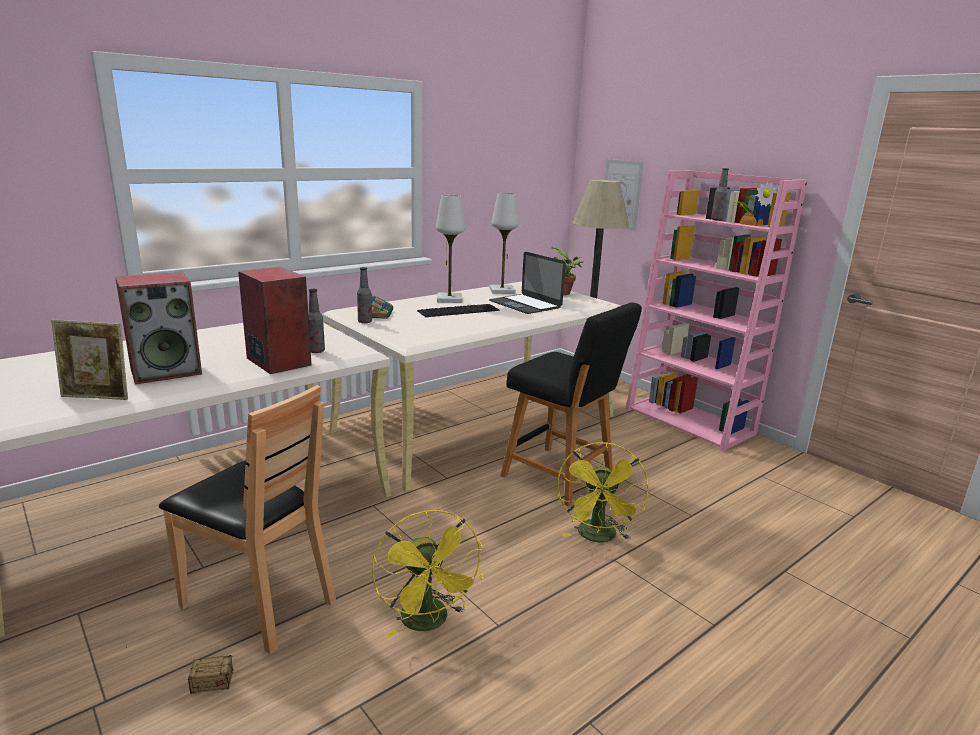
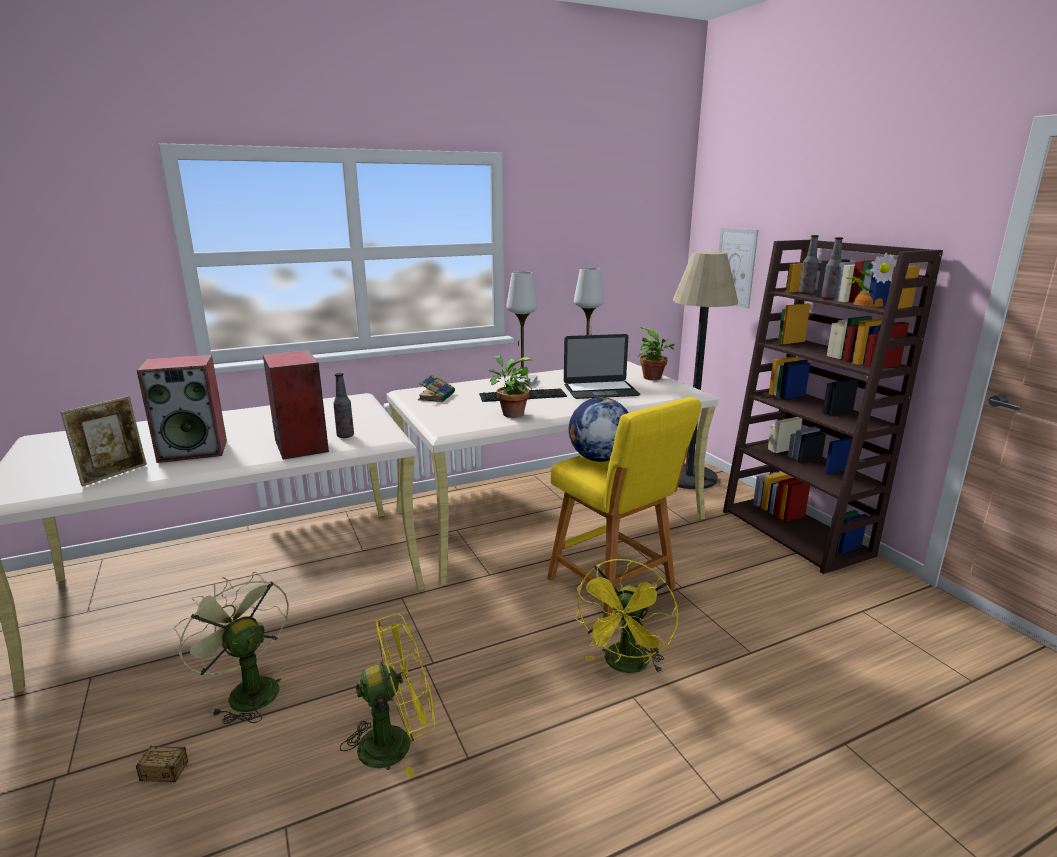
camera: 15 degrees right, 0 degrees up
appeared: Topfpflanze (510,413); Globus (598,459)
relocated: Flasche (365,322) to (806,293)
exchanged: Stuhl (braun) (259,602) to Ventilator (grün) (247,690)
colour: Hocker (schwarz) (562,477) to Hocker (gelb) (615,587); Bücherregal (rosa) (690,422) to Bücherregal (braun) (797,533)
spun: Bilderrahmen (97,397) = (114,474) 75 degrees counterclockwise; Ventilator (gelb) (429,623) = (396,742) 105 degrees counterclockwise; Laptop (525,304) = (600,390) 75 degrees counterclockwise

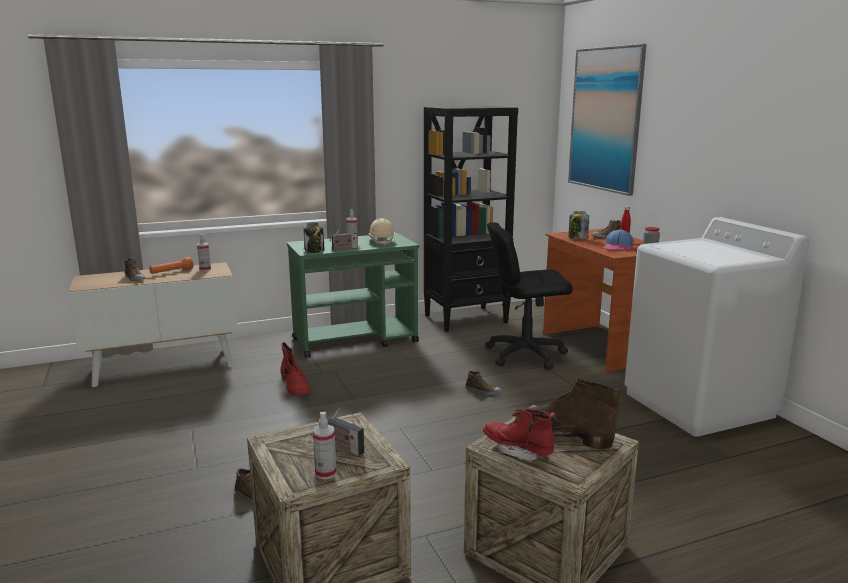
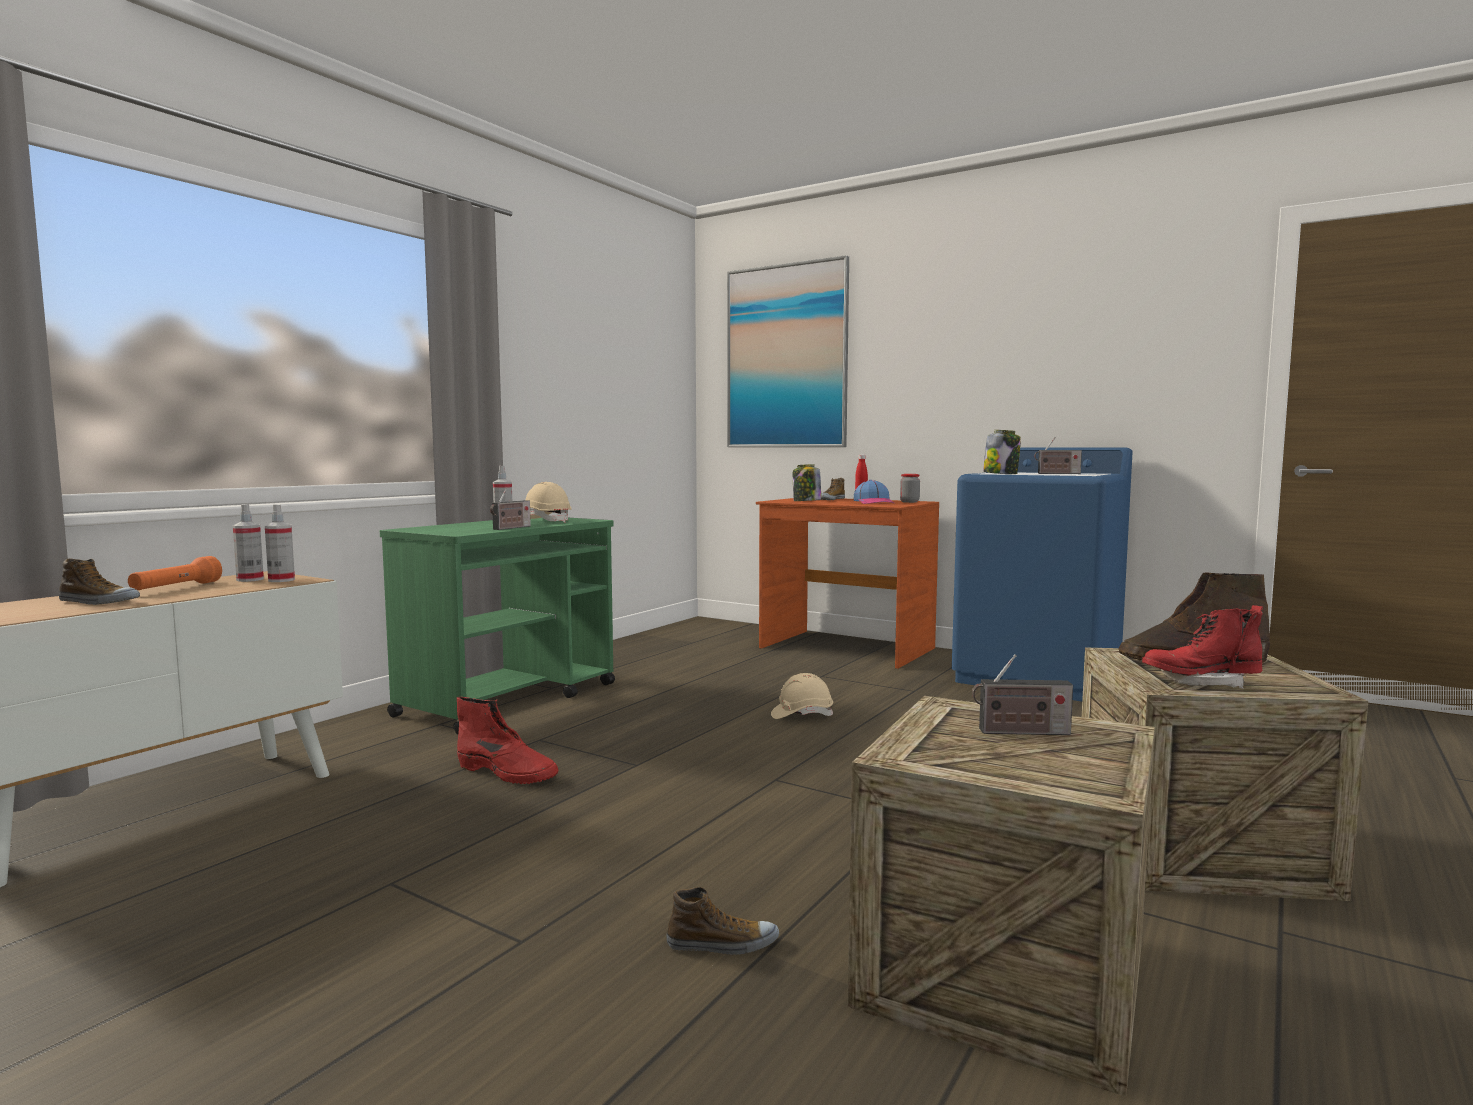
camera: 35 degrees left, 10 degrees down
missing: Bücherregal (schwarz) (466,319); Bürostuhl (schwarz) (525,354)
appeared: Radio (1057,473)
relocated: Vorratsglas (314,251) to (1001,474); Sprühflasche (325,473) to (281,580)
exchanged: Schuh (483,391) to Schutzhelm (beige) (801,715)
colour: Waschmaschine (weiß) (699,405) to Waschmaschine (blau) (1038,677)

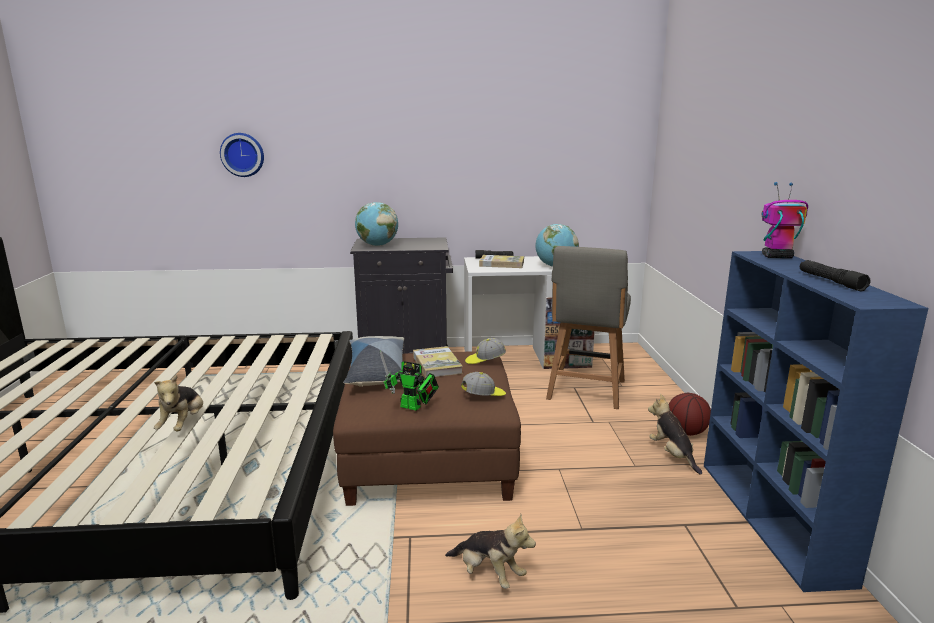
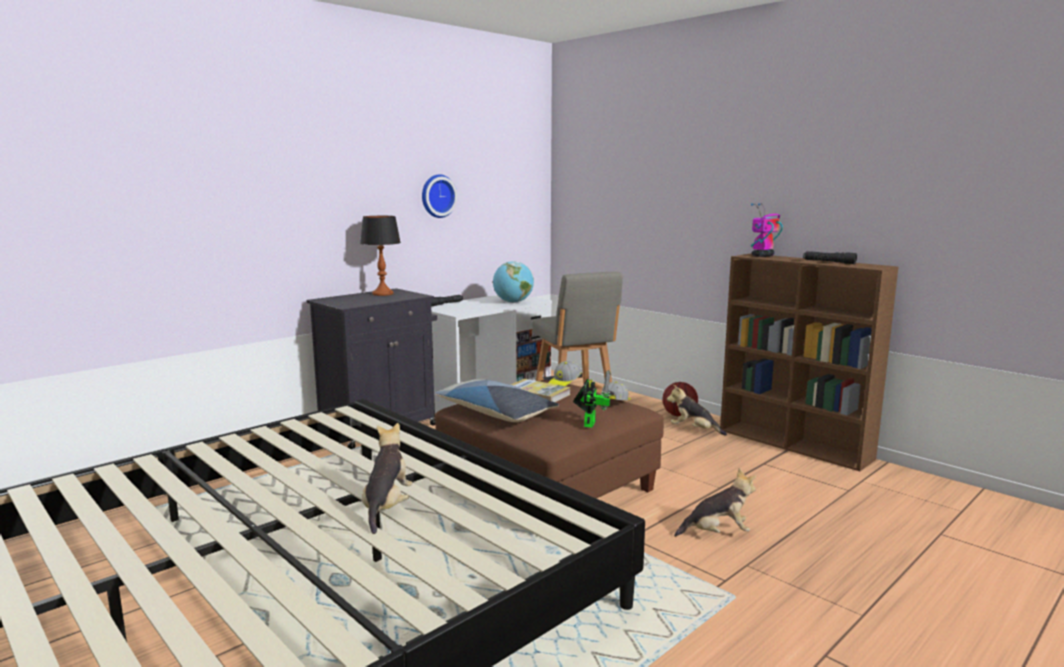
camera: 40 degrees left, 5 degrees down
missing: Globus (377,245); Buch (502,264)
appeared: Tischlampe (383,294)
relocated: Wanduhr (243,154) to (437,196)
colour: Bücherregal (blau) (772,520) to Bücherregal (braun) (795,444)
spun: Plüschtier (183,424) = (387,507) 135 degrees counterclockwise; Spielzeugroboter (413,407) = (590,423) 60 degrees counterclockwise

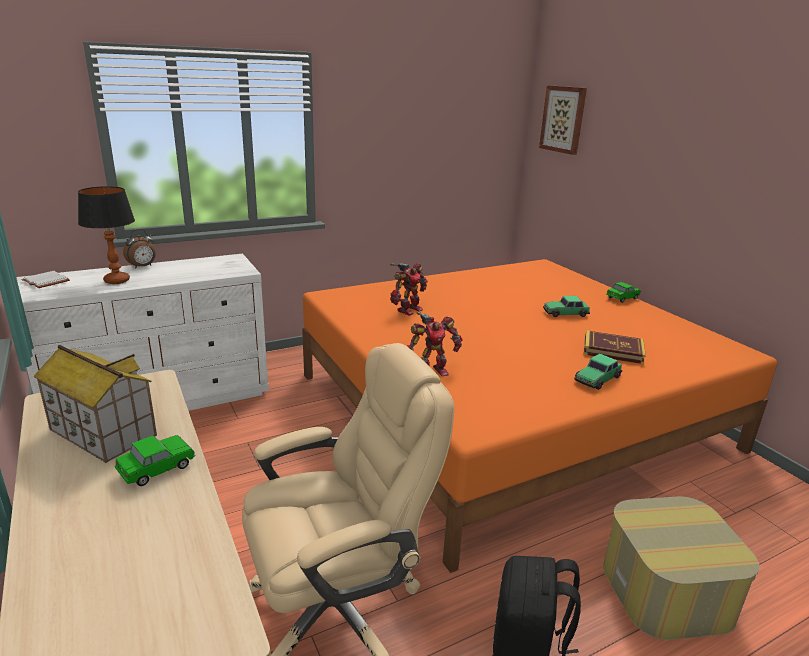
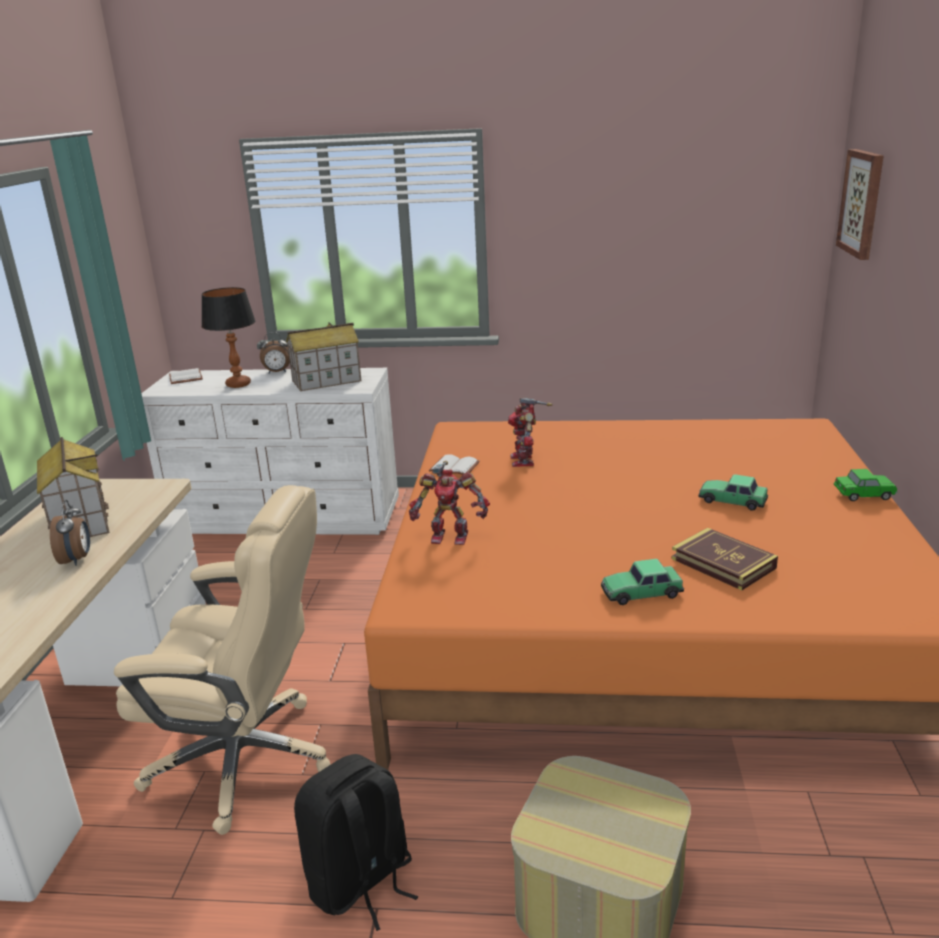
camera: 35 degrees right, 0 degrees up
appeared: Spielzeughaus (326,381); Buch (weiß) (455,467)
exchanged: Spielzeugauto (157,469) to Wecker (77,559)
spun: Spielzeugroboter (408,309) = (524,460) 105 degrees clockwise

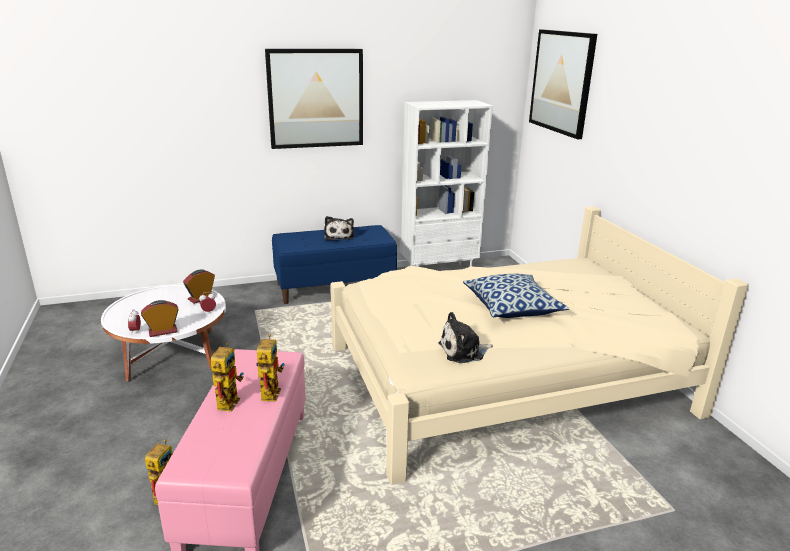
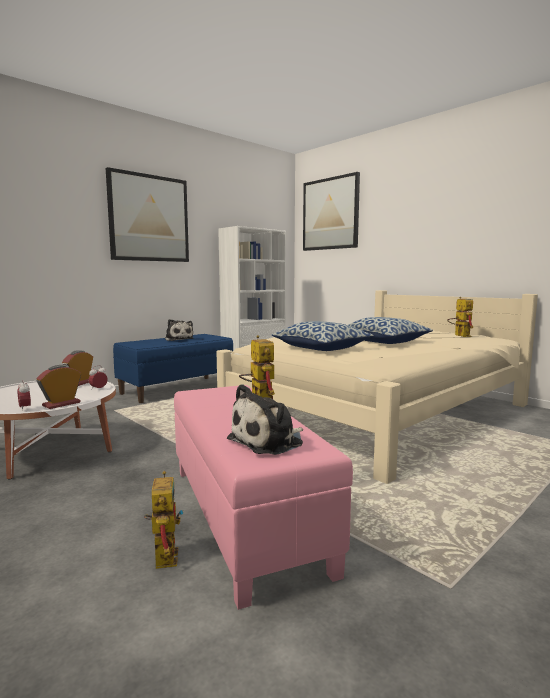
camera: 25 degrees left, 15 degrees down
appeared: Kissen (322,348)
relocated: Spielzeugroboter (228,400) to (459,335); Plüschtier (463,351) to (269,441)

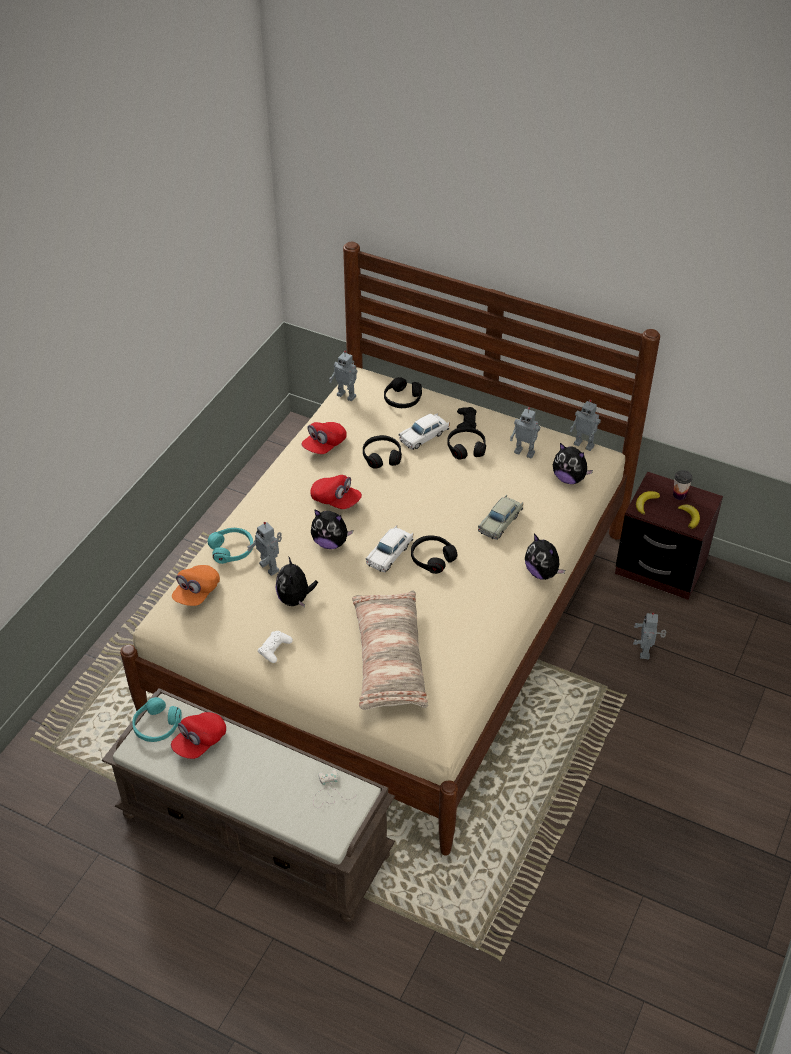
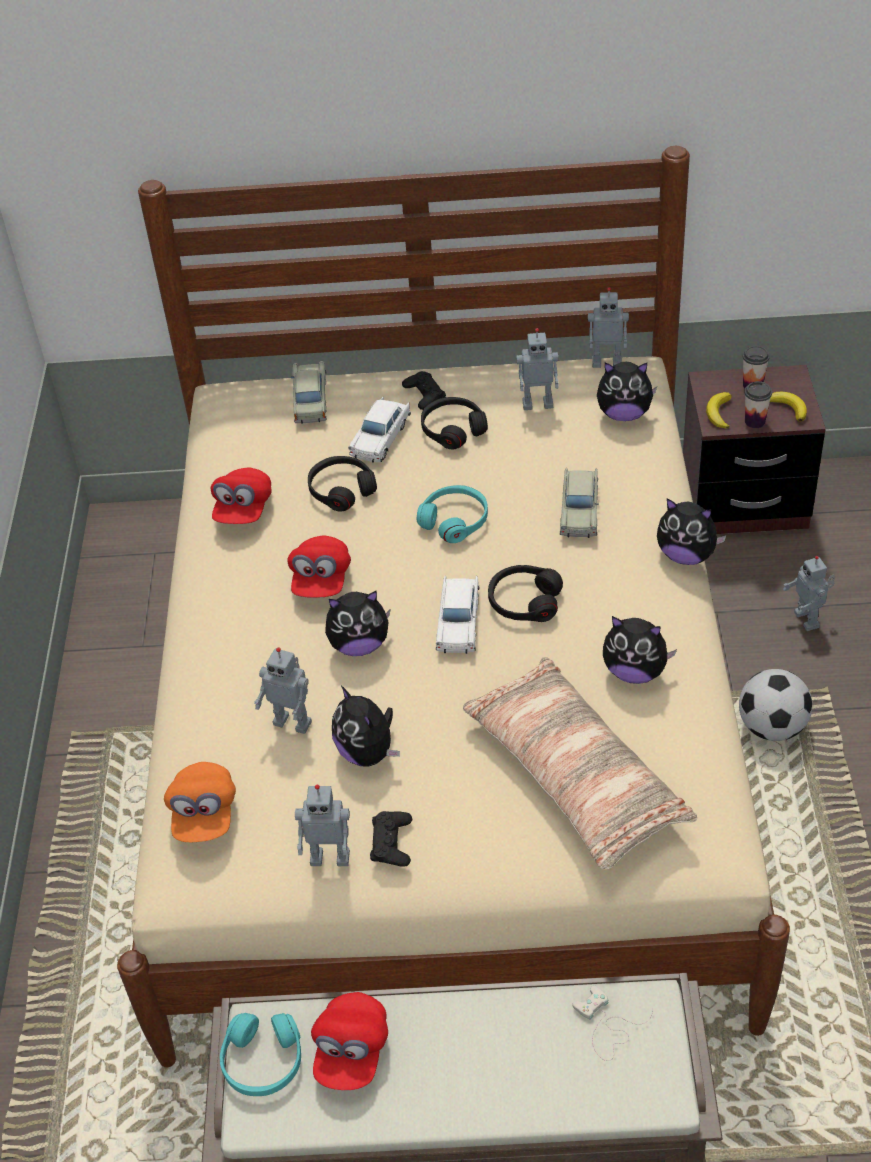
camera: 25 degrees left, 0 degrees up
appeared: Plüschtier (635,671); Fußball (772,727); Tasse (755,421)
relocated: Kopfhörer (türkis) (232,550) to (454,520); Spielzeugroboter (347,395) to (330,856)
exchanged: Kopfhörer (schwarz) (402,399) to Spielzeugauto (beige) (310,400)
colour: Gamepad (weiß) (275,648) to Gamepad (schwarz) (391,842)
spun: Kappe (rot) (336,500) = (321,580) 90 degrees clockwise

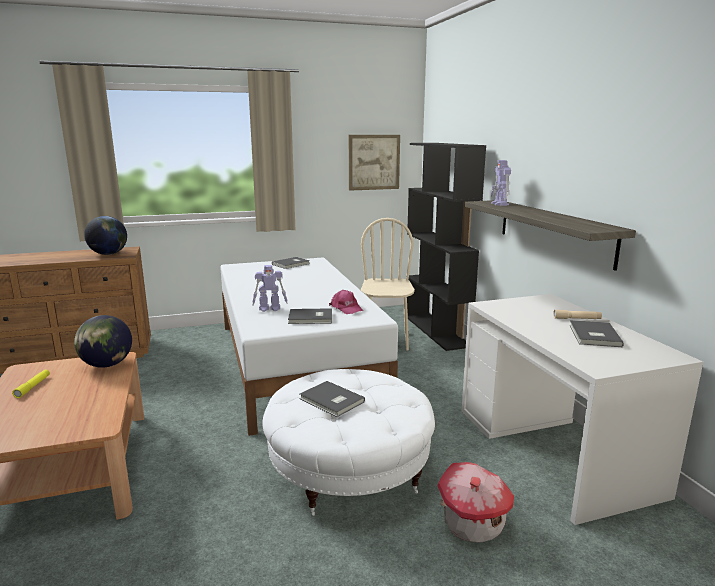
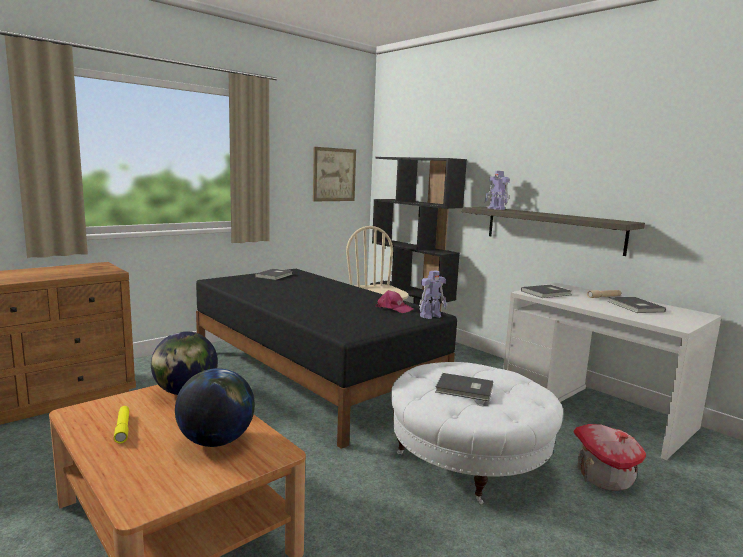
camera: 25 degrees left, 5 degrees down
relocated: Globus (108,254) to (216,441); Spielzeugroboter (270,309) to (431,316); Buch (grau) (311,318) to (547,293)
colour: Bett (weiß) (297,362) to Bett (schwarz) (312,374)

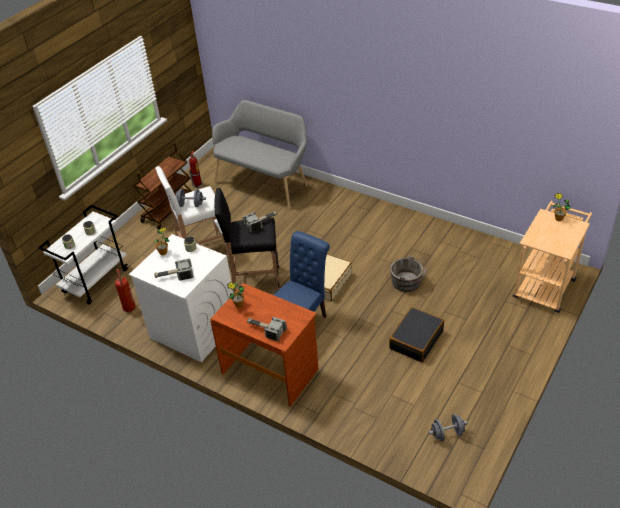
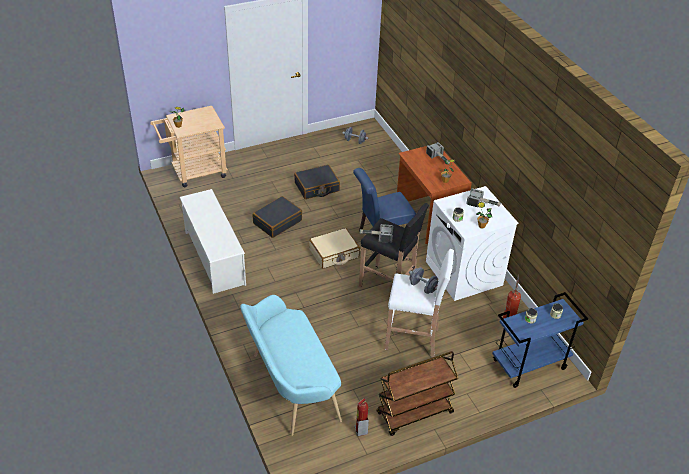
camera: 150 degrees left, 0 degrees up
appeared: Schuhregal (weiß) (214,257)
exchanged: Eimer (grau) (408,282) to Koffer (schwarz) (277,222)
colour: Rollwagen (weiß) (96,280) to Rollwagen (blau) (529,365); Bank (grau) (264,182) to Bank (türkis) (290,387)

